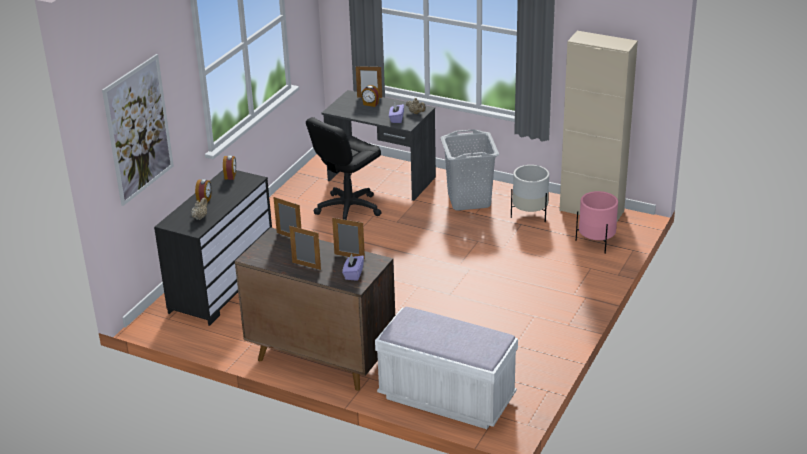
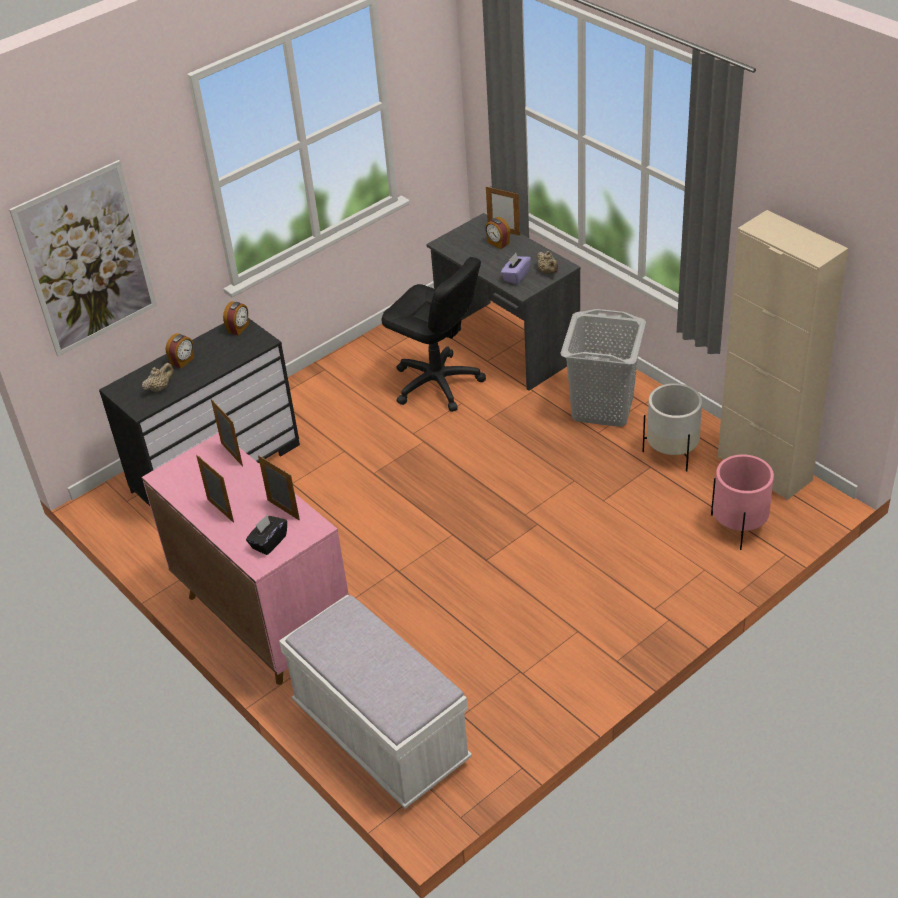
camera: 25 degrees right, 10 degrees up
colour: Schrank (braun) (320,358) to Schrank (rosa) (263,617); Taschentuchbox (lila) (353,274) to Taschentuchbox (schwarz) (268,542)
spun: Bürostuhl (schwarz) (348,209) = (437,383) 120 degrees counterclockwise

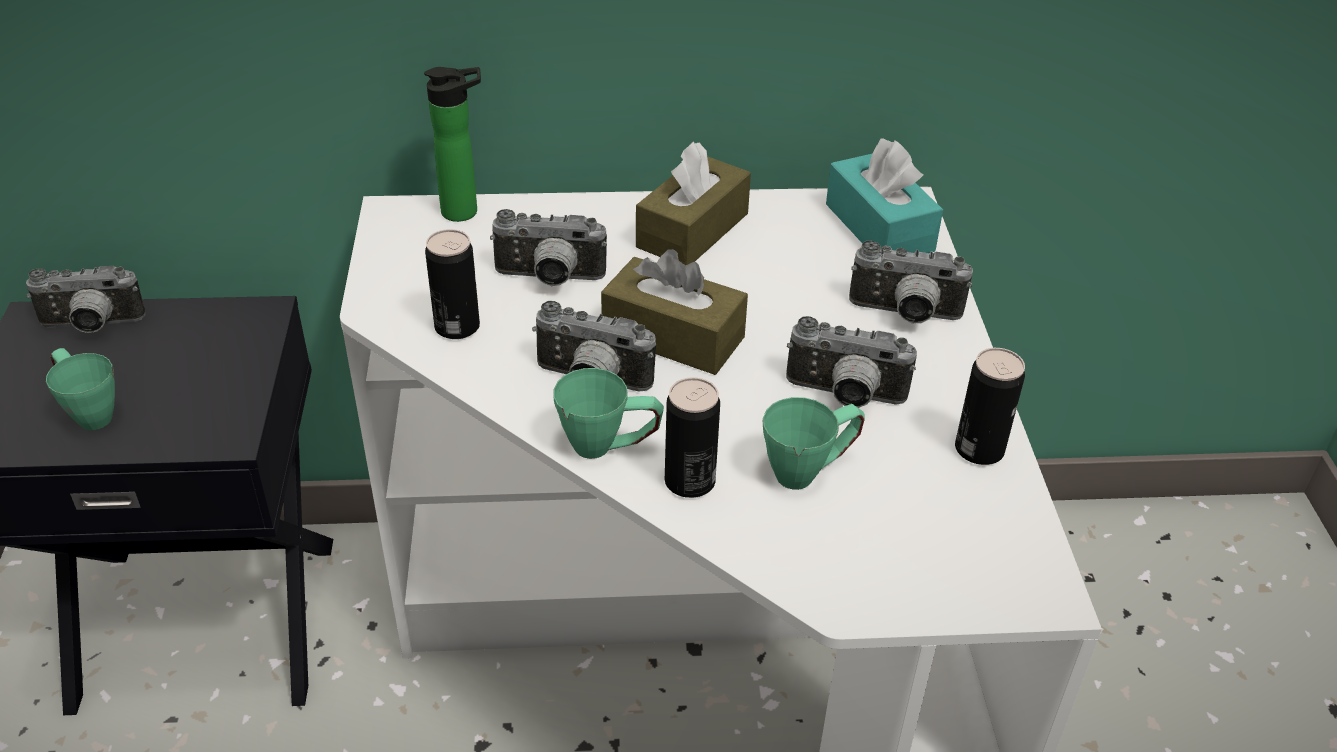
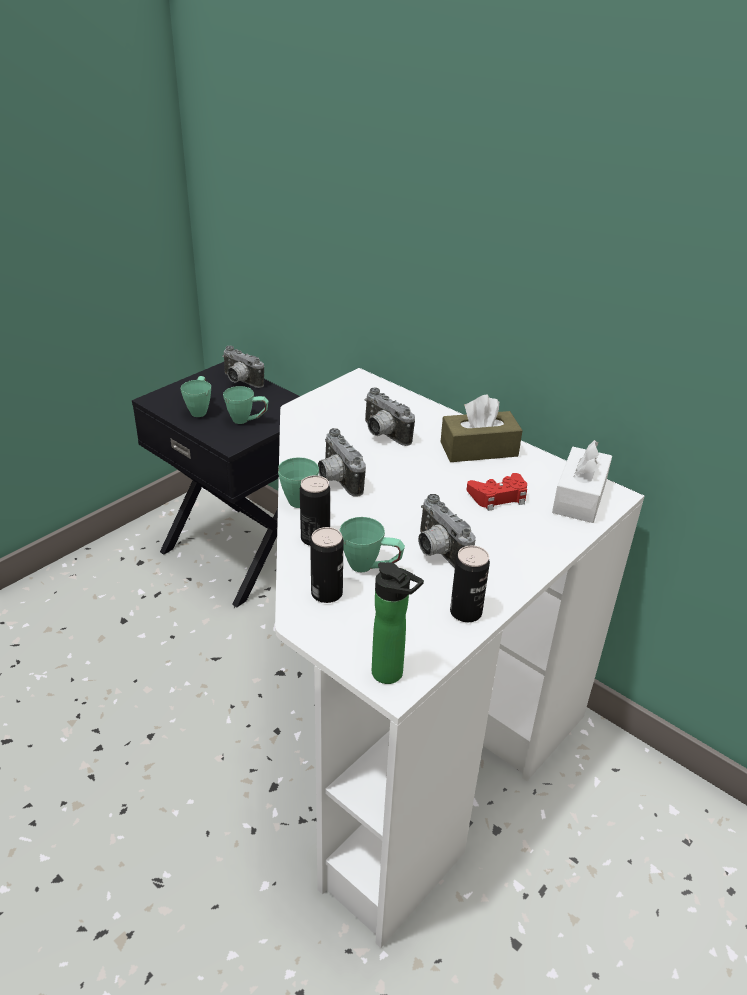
camera: 45 degrees right, 5 degrees down
missing: Taschentuchbox (braun) (673,336); Kamera (904,315)
appeared: Henkelbecher (grün) (247,420); Gamepad (rot) (498,496)
relocated: Flasche (465,211) to (391,675); Dose (457,327) to (327,593)
colour: Taschentuchbox (türkis) (879,227) to Taschentuchbox (weiß) (579,497)

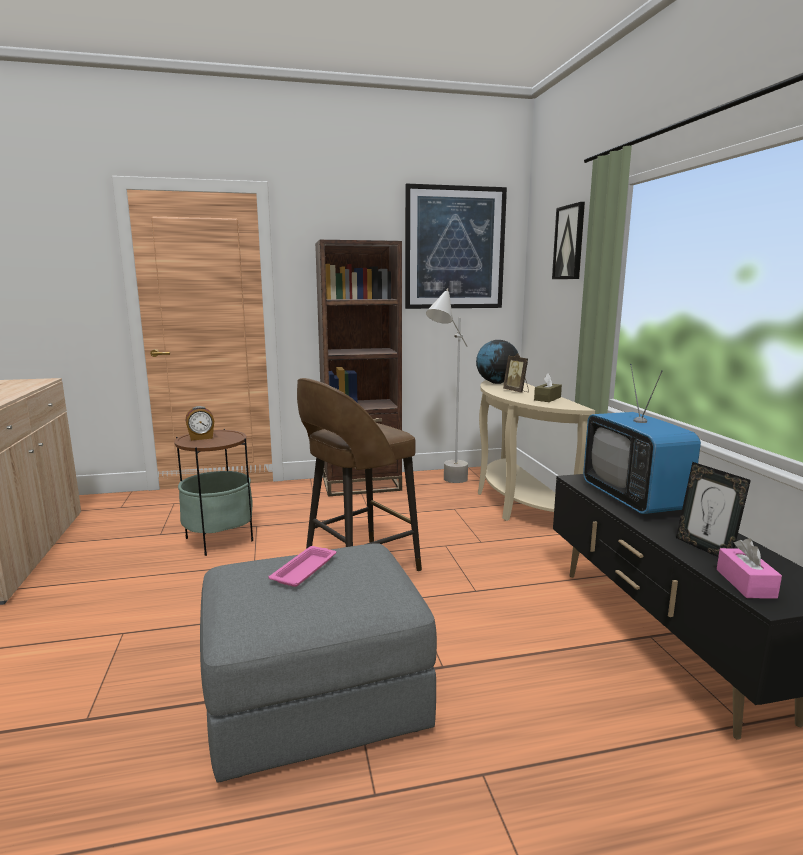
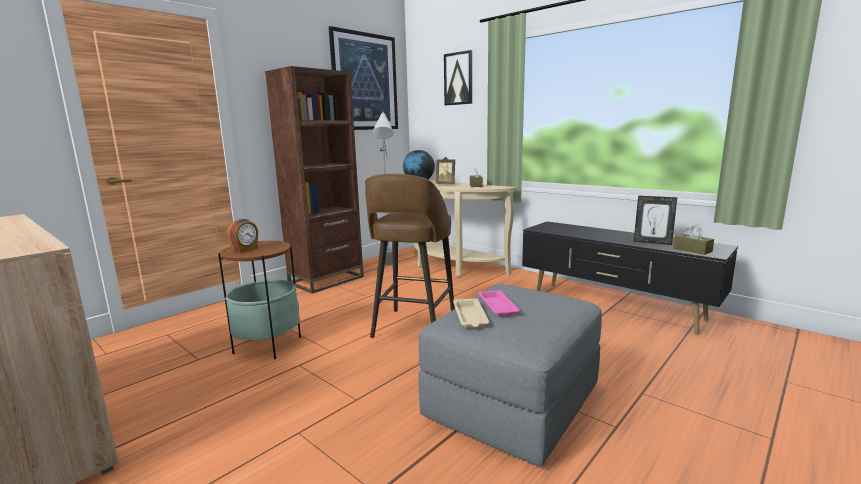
camera: 35 degrees left, 0 degrees up
missing: Fernseher (633,499)
appeared: Tablett (beige) (470,317)
colour: Taschentuchbox (rosa) (745,583) to Taschentuchbox (braun) (692,250)

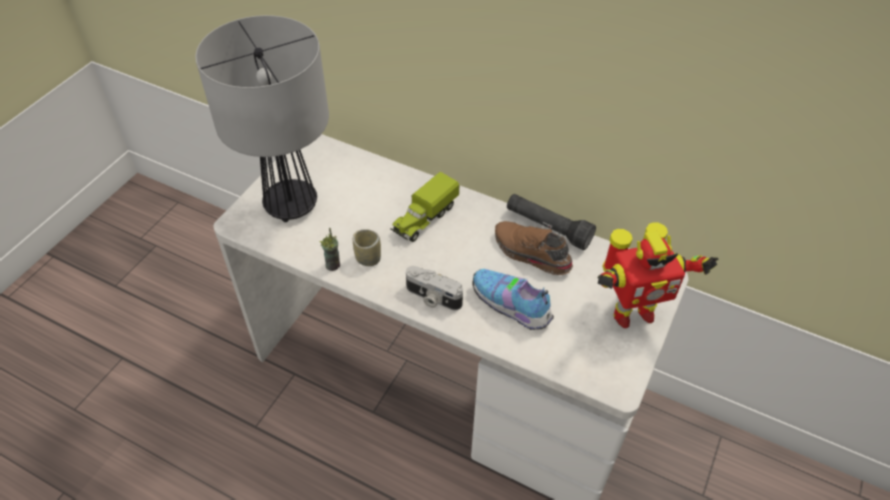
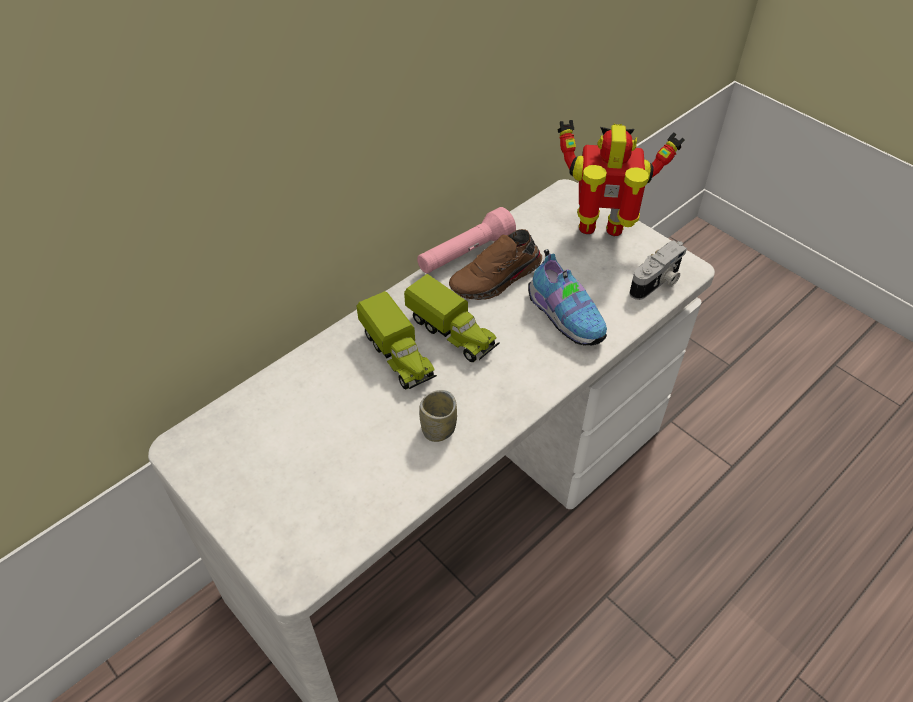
camera: 70 degrees left, 0 degrees up
missing: Tischlampe (290,205); Tasse (333,265)
appeared: Spielzeuglaster (452,333)
relocated: Kamera (432,298) to (657,283)
colour: Taschenlampe (schwarz) (547,228) to Taschenlampe (rosa) (465,254)
spun: Schuh (512,307) = (565,316) 90 degrees counterclockwise; Spielzeugroboter (631,312) = (602,231) 90 degrees counterclockwise

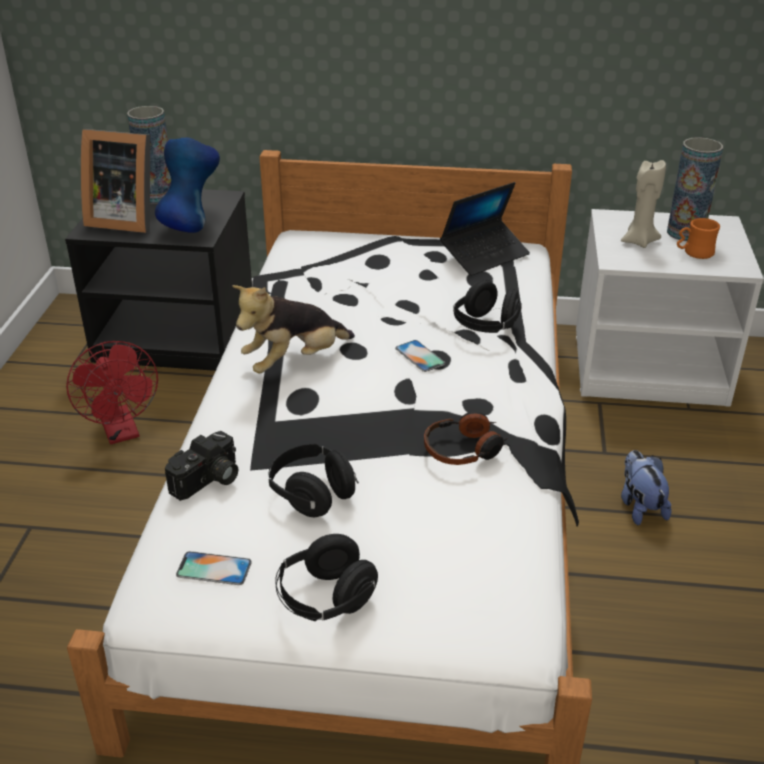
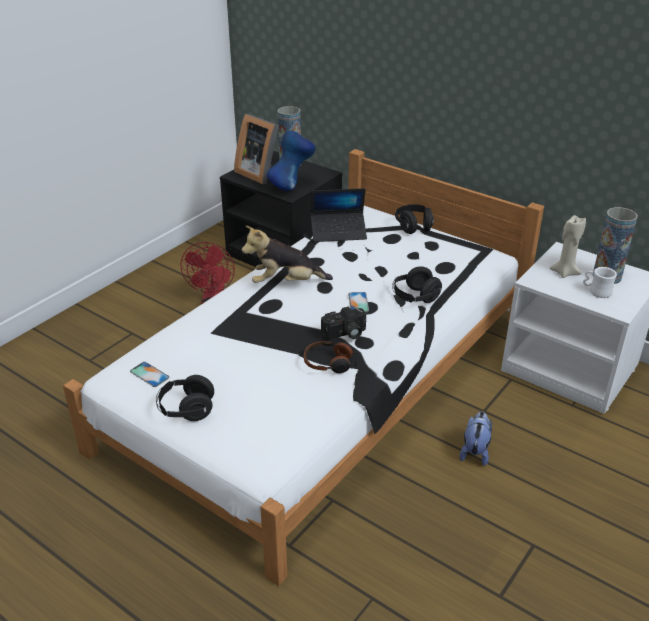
camera: 30 degrees right, 0 degrees up
relocated: Kamera (208,481) to (345,334); Kopfhörer (schwarz) (312,494) to (414,227); Laptop (485,255) to (338,232)
colour: Henkelbecher (orange) (694,253) to Henkelbecher (weiß) (596,291)

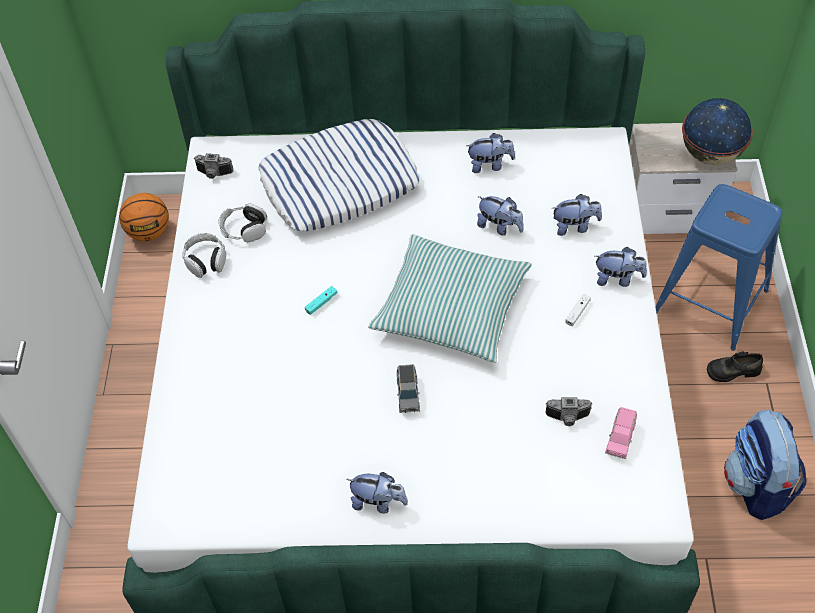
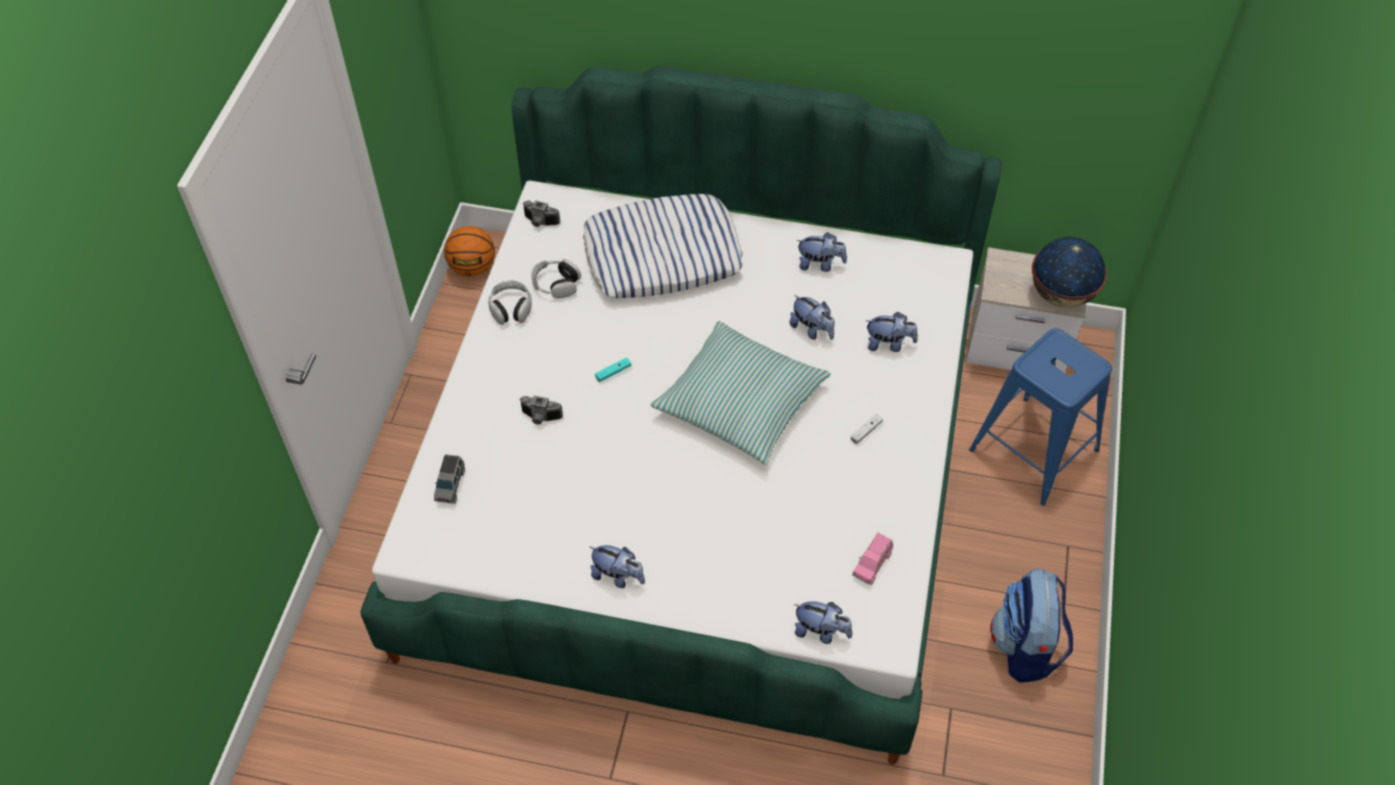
camera: 10 degrees right, 0 degrees up
missing: Schuh (schwarz) (732,370)
relocated: Spielzeugauto (grau) (408,394) to (450,485); Kamera (567,419) to (540,418); Plüschtier (617,278) to (821,631)

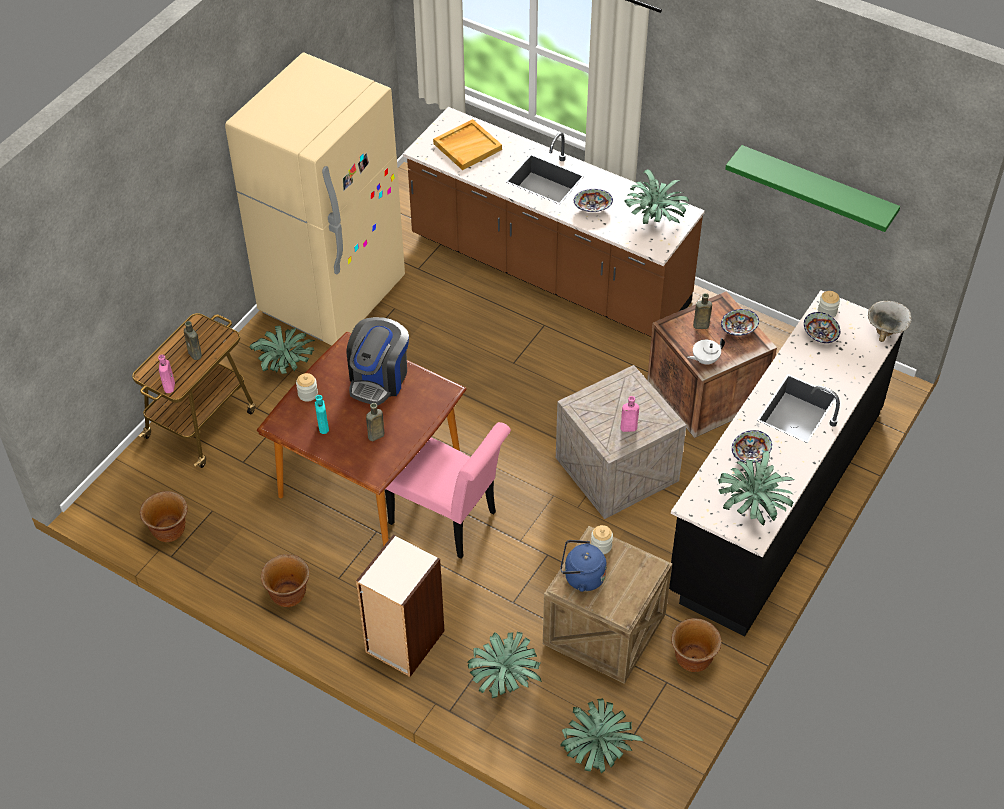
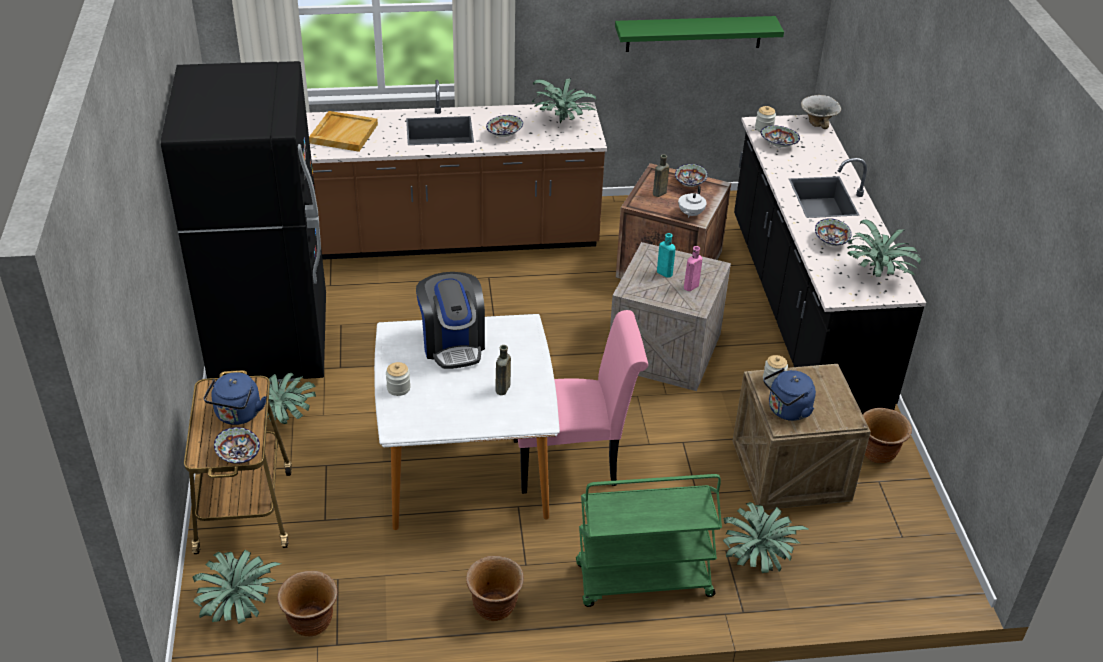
camera: 40 degrees left, 10 degrees down
relocated: Flasche (türkis) (323,426) to (663,272); Topfpflanze (597,749) to (238,606)
exchanged: Flasche (rosa) (169,386) to Schüssel (239,455); Flasche (braun) (195,355) to Wasserkessel (blau) (237,415); Bücherregal (404,642) to Rollwagen (grün) (643,581)
colour: Kühlschrank (beige) (332,296) to Kühlschrank (schwarz) (270,342); Esstisch (braun) (369,480) to Esstisch (weiß) (466,468)

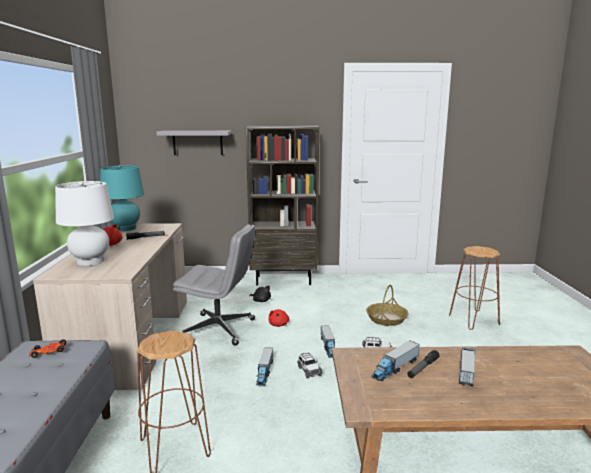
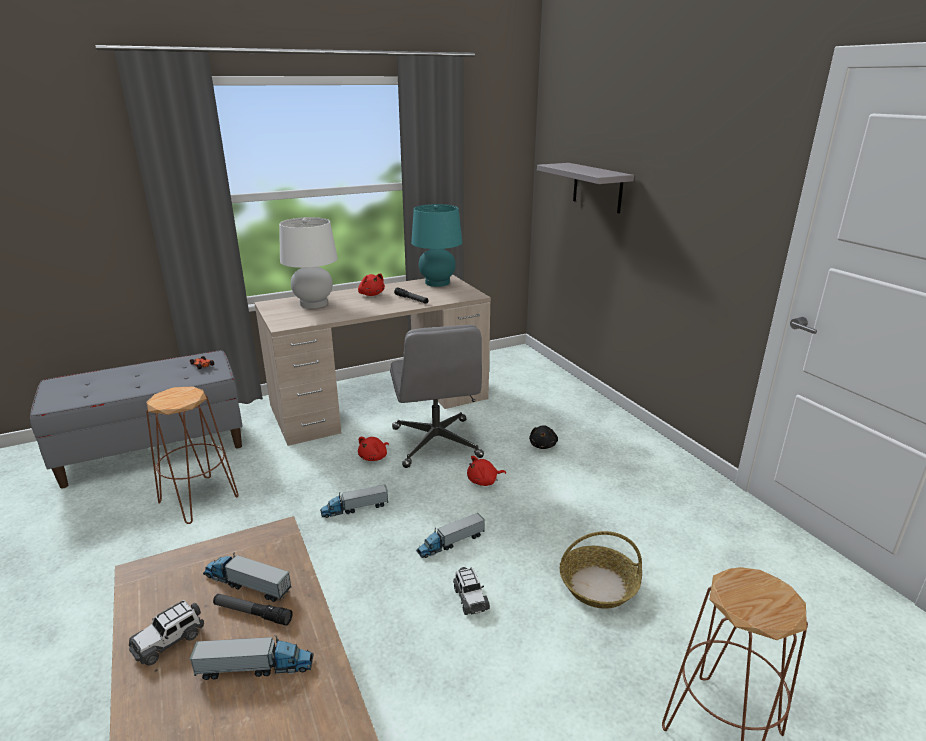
camera: 65 degrees right, 10 degrees up
missing: Bücherregal (braun) (284,280)
appeared: Plüschtier (rot) (374,457)
relocated: Spielzeugauto (309,371) to (169,641)

